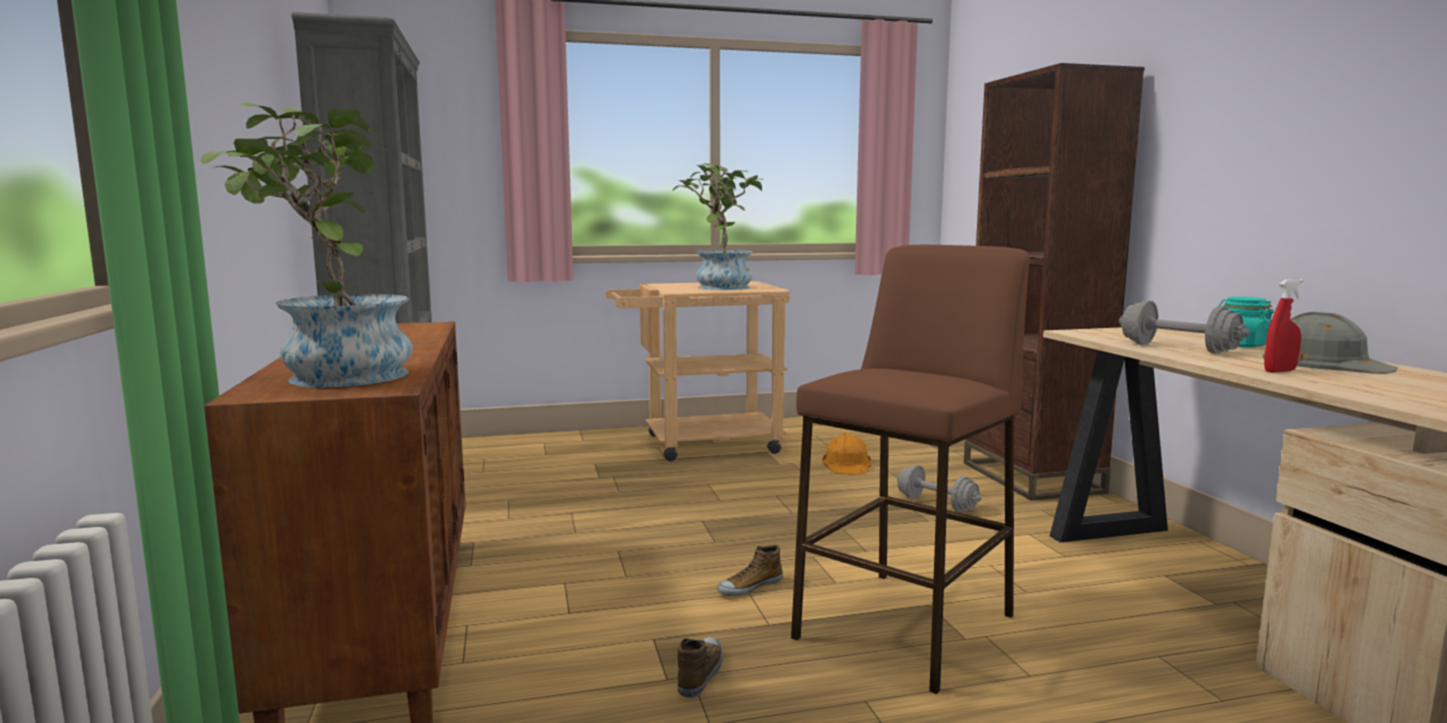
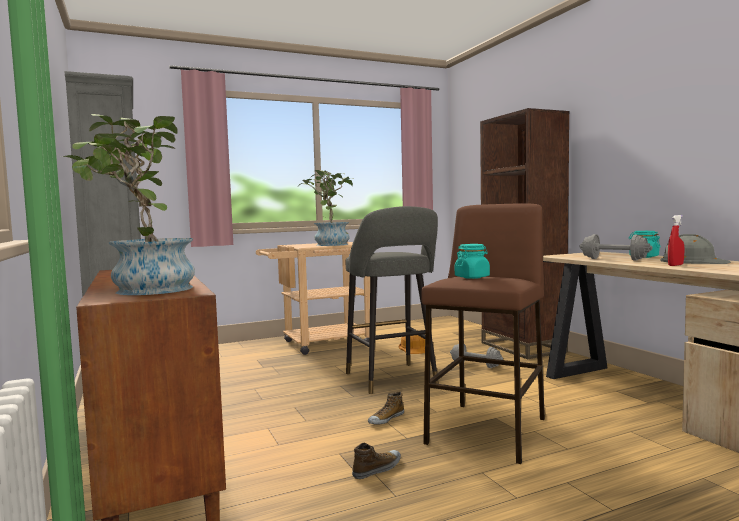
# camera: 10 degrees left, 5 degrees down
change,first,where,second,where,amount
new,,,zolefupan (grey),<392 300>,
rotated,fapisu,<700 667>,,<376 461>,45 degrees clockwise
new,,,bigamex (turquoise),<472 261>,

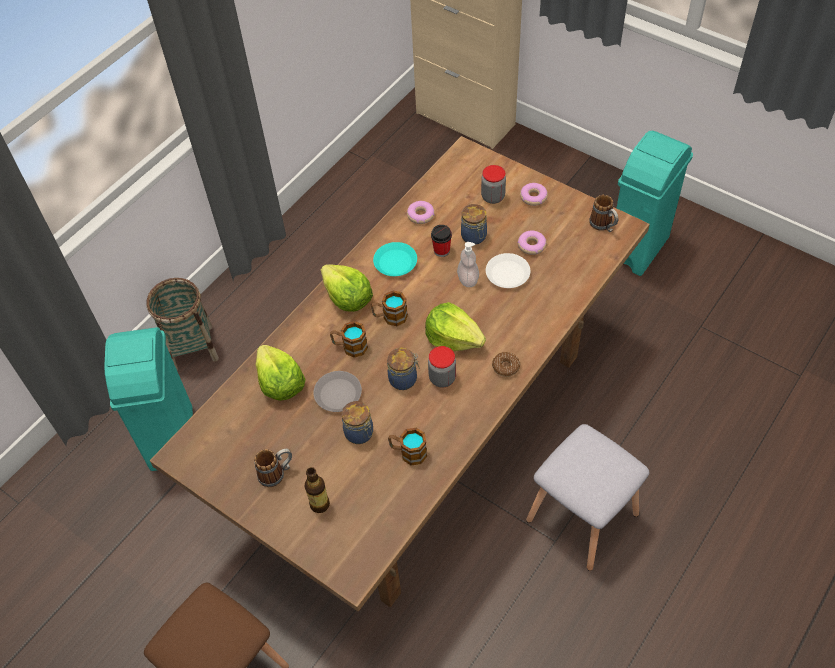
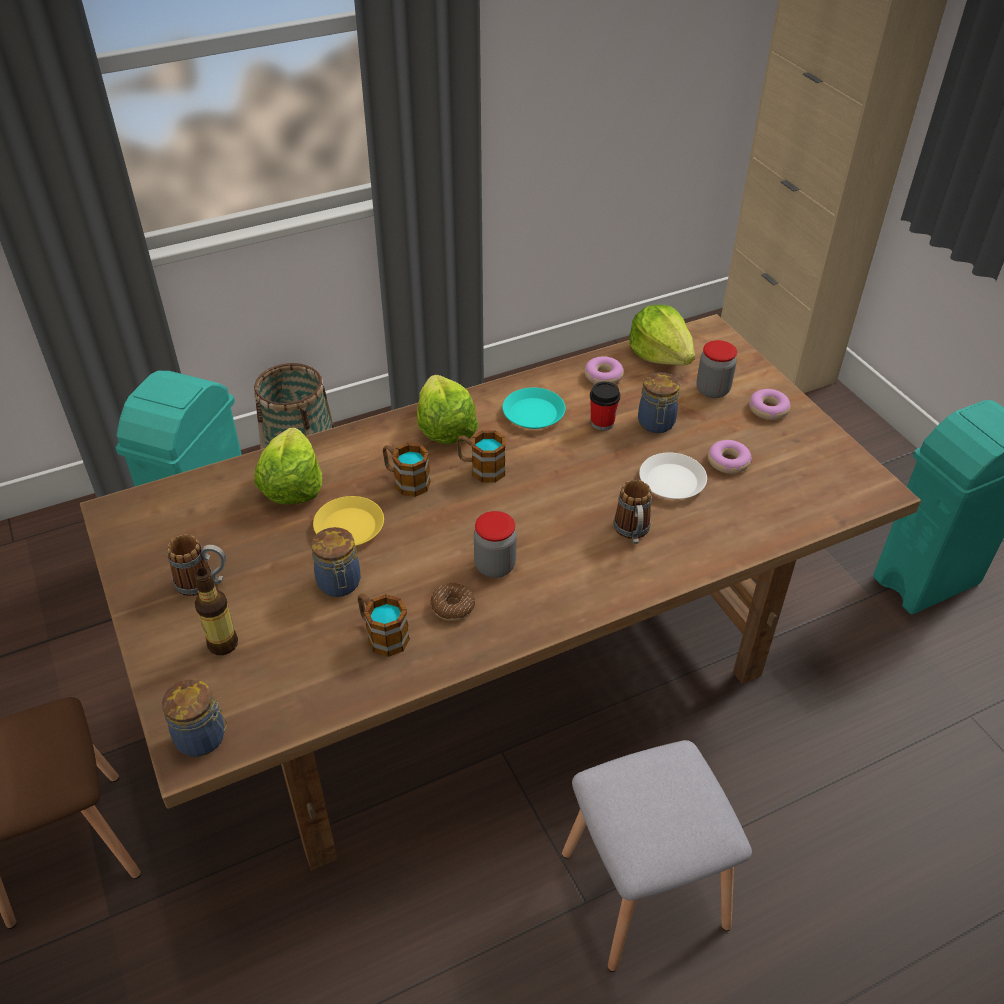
# camera: 25 degrees right, 10 degrees down
change,first,where,second,where,amount
shifted,bigamex,<403 369>,,<194 718>,
repainted,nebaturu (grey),<337 391>,nebaturu (yellow),<348 521>,
shifted,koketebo,<506 364>,,<452 602>,
shifted,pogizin,<604 213>,,<632 512>,
shifted,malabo,<455 326>,,<662 335>,
gone,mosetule,<468 264>,,,

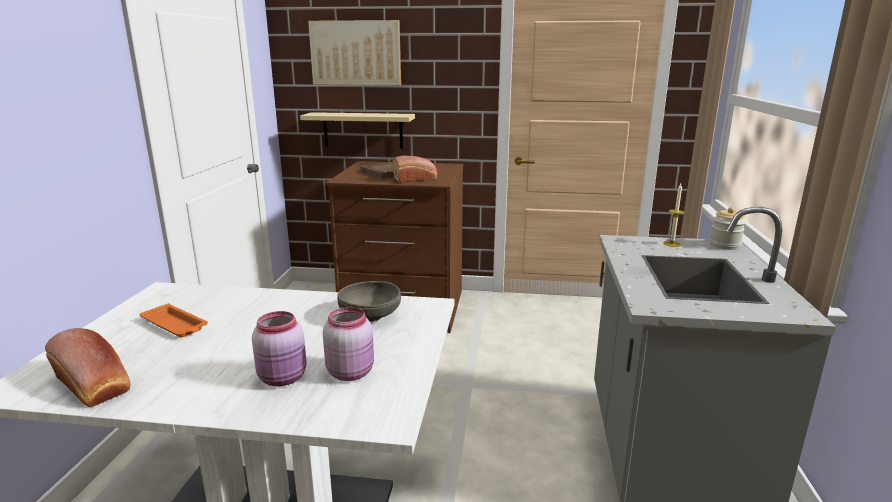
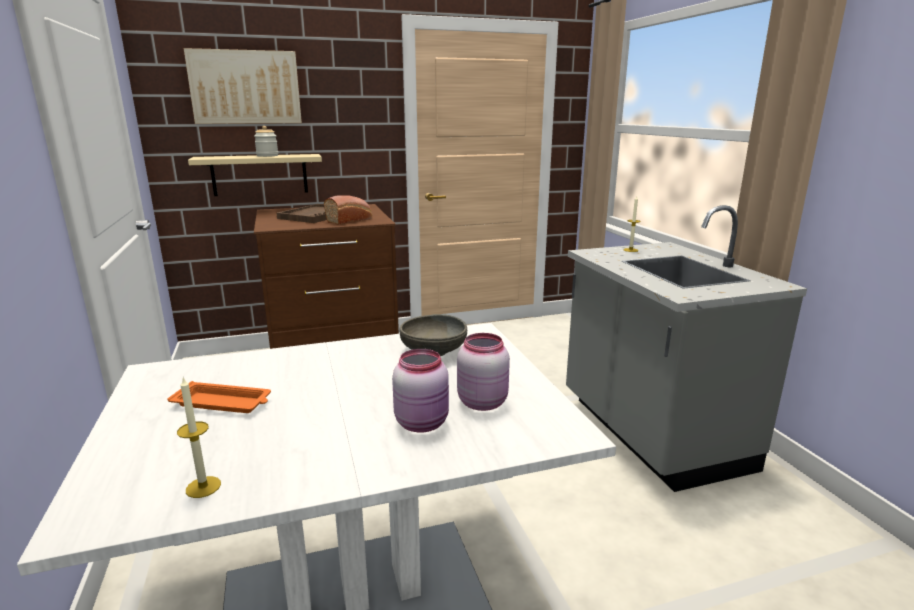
# camera: 25 degrees left, 0 degrees up
change,first,where,second,where,amount
swapped,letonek,<88 367>,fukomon,<199 438>,
shifted,bigamex,<727 228>,,<266 141>,

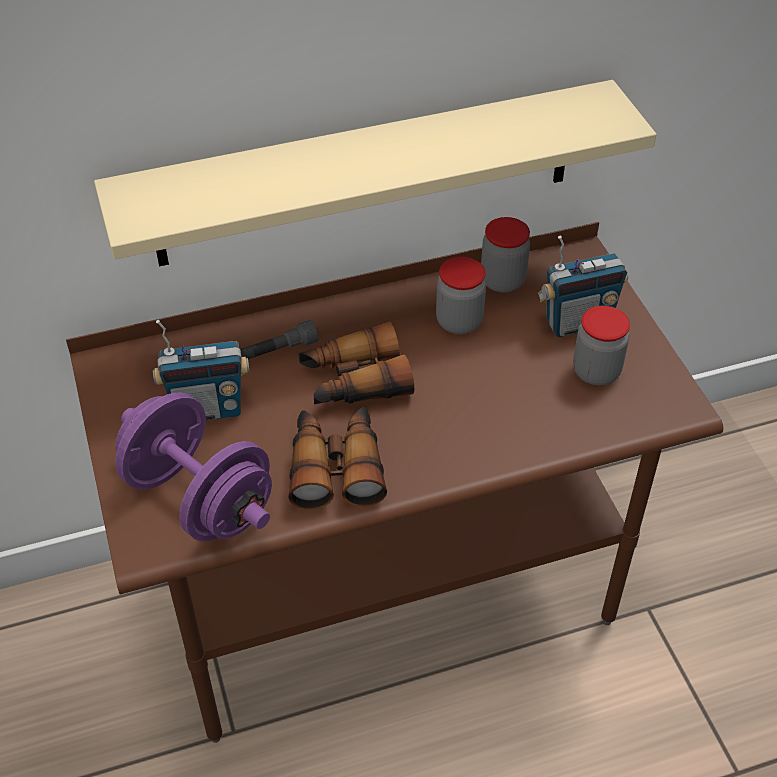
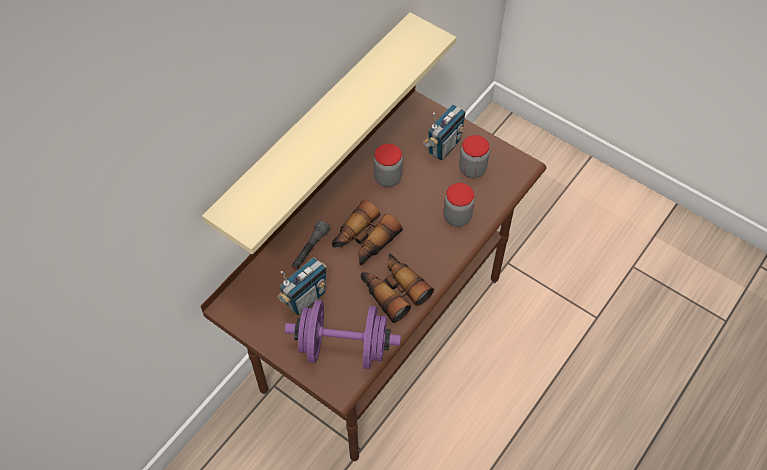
# camera: 35 degrees left, 10 degrees up
change,first,where,second,where,amount
shifted,bigamex,<505 255>,,<458 205>,

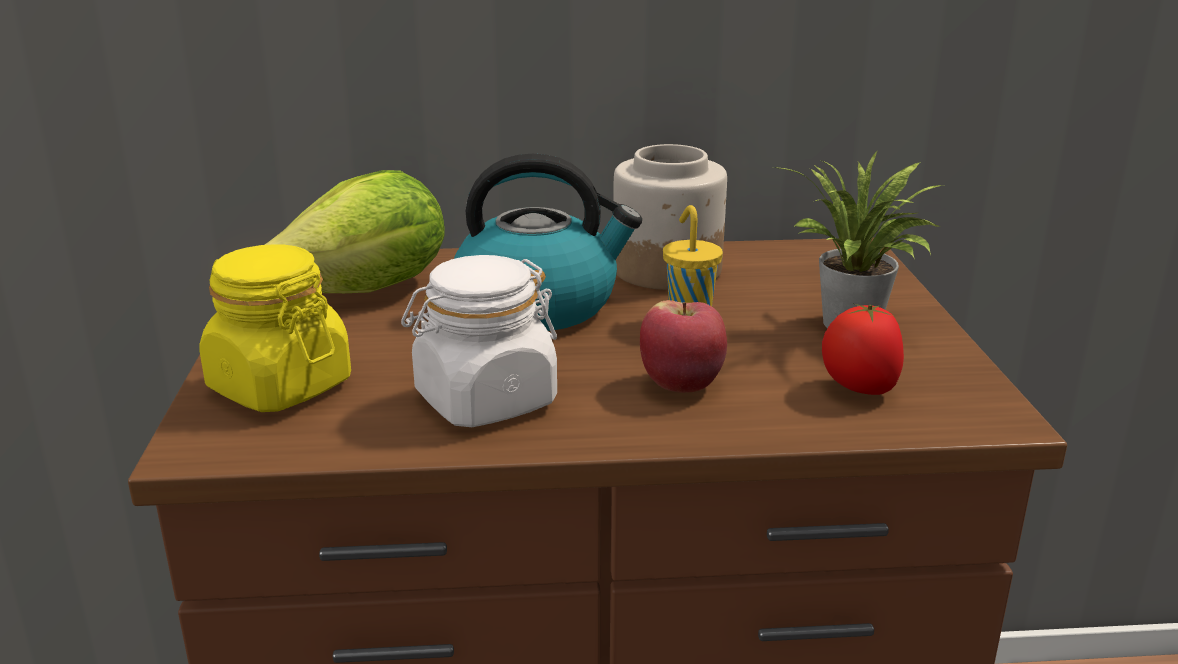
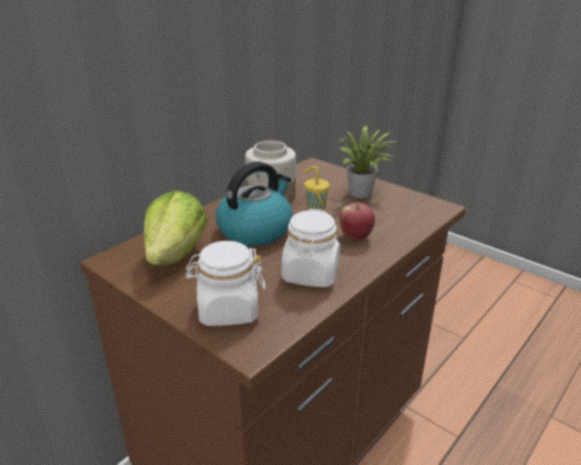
# camera: 45 degrees left, 5 degrees up
change,first,where,second,where,amount
repainted,bigamex (yellow),<275 328>,bigamex (white),<225 283>,
gone,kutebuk,<863 349>,,,

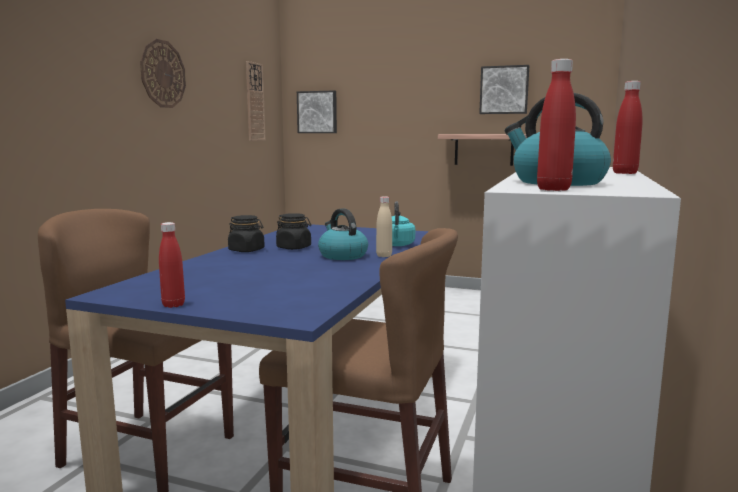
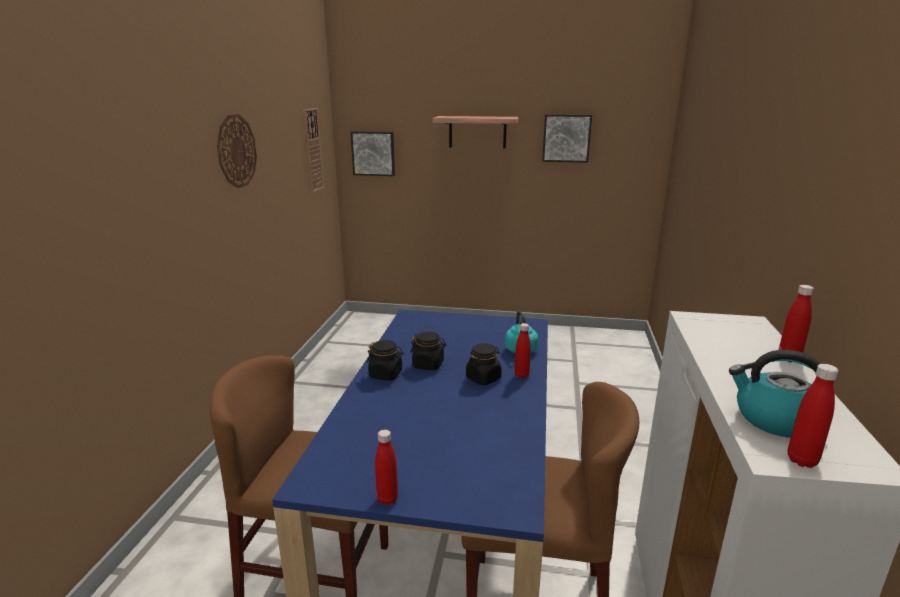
# camera: 10 degrees left, 10 degrees up
change,first,where,second,where,amount
shifted,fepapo,<482 150>,,<475 132>,
swapped,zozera,<343 234>,bigamex (black),<484 364>,
repainted,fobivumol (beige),<384 226>,fobivumol (red),<523 350>,

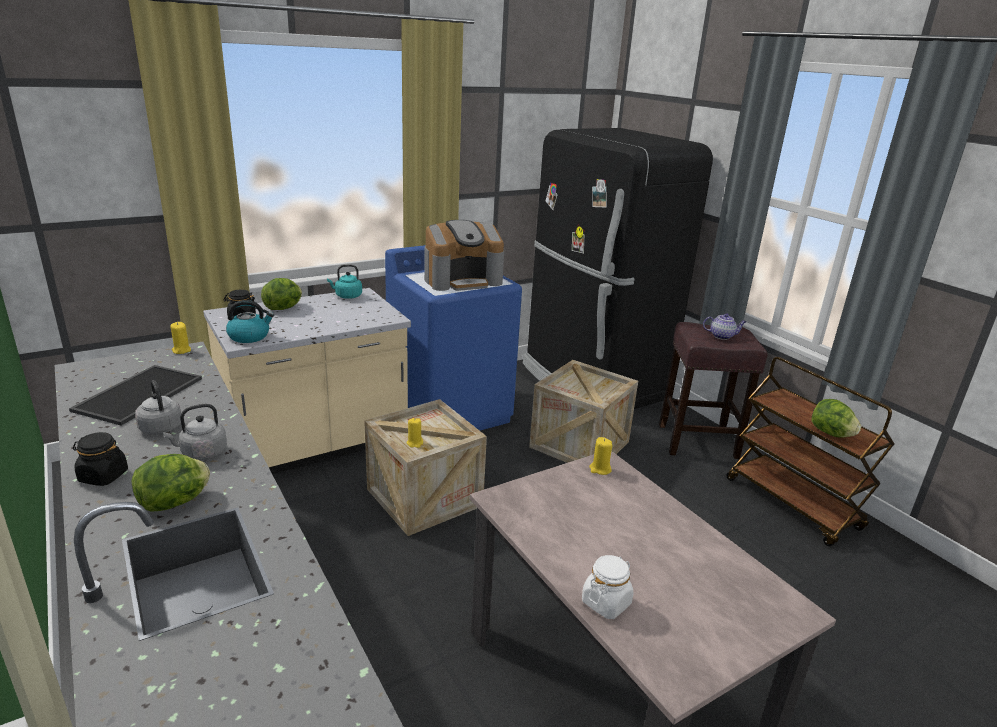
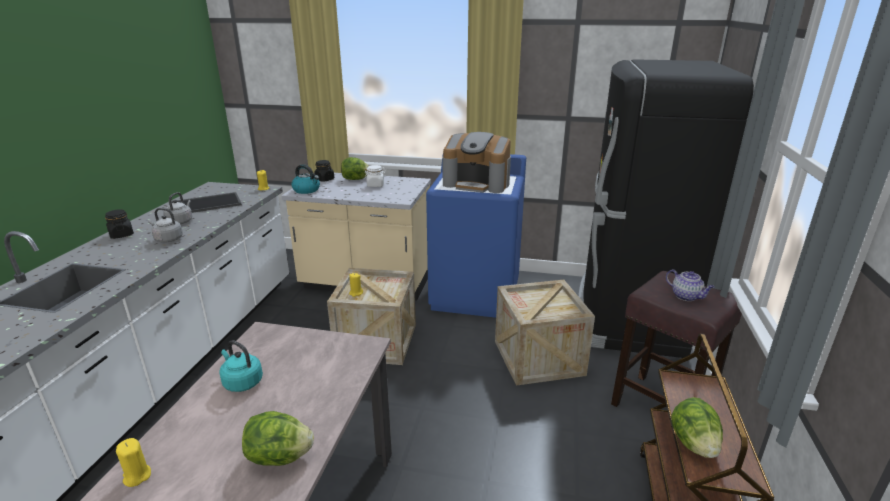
# camera: 45 degrees right, 0 degrees up
change,first,where,second,where,amount
shifted,fukomon (yellow),<601 456>,,<133 462>,
shifted,zozera (turquoise),<344 282>,,<241 366>,
shifted,malabo,<170 483>,,<278 438>,
shifted,bigamex (white),<608 587>,,<375 176>,

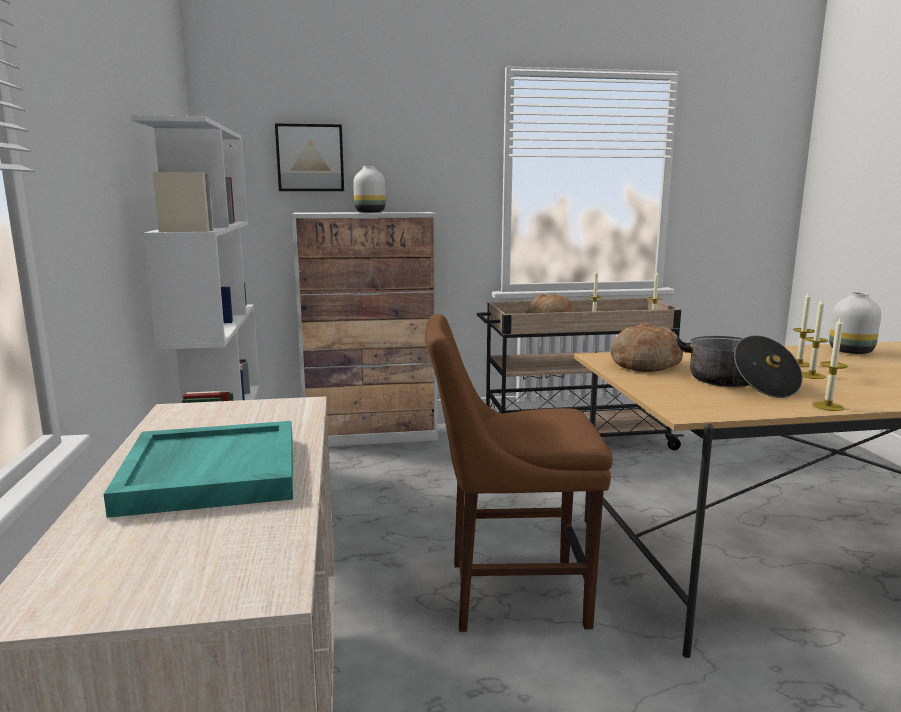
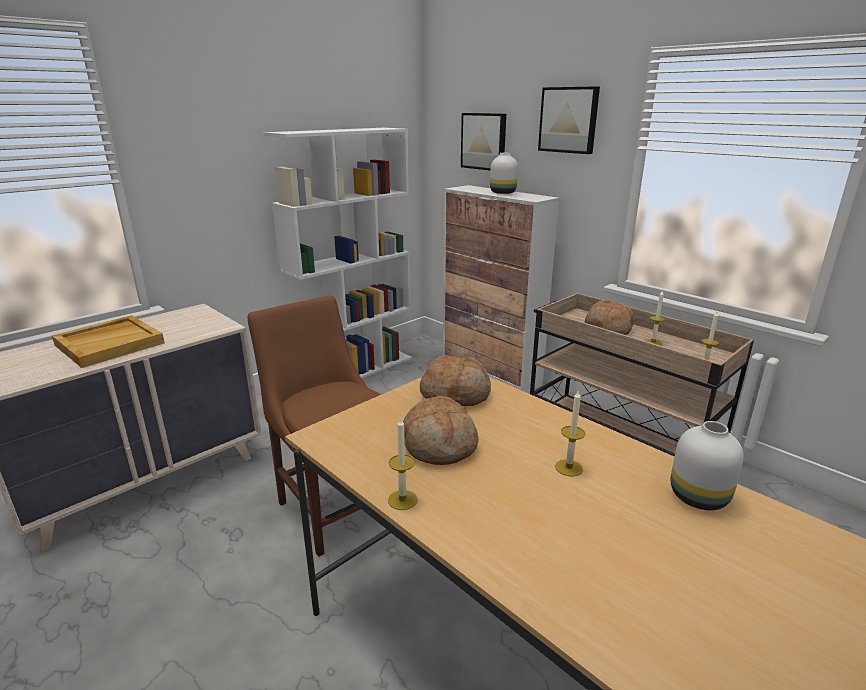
# camera: 55 degrees right, 10 degrees up
change,first,where,second,where,amount
repainted,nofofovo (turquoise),<198 469>,nofofovo (beige),<108 341>,
swapped,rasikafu,<739 366>,letonek,<441 430>,
new,,,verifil,<569 120>,
gone,fukomon,<815 339>,,,

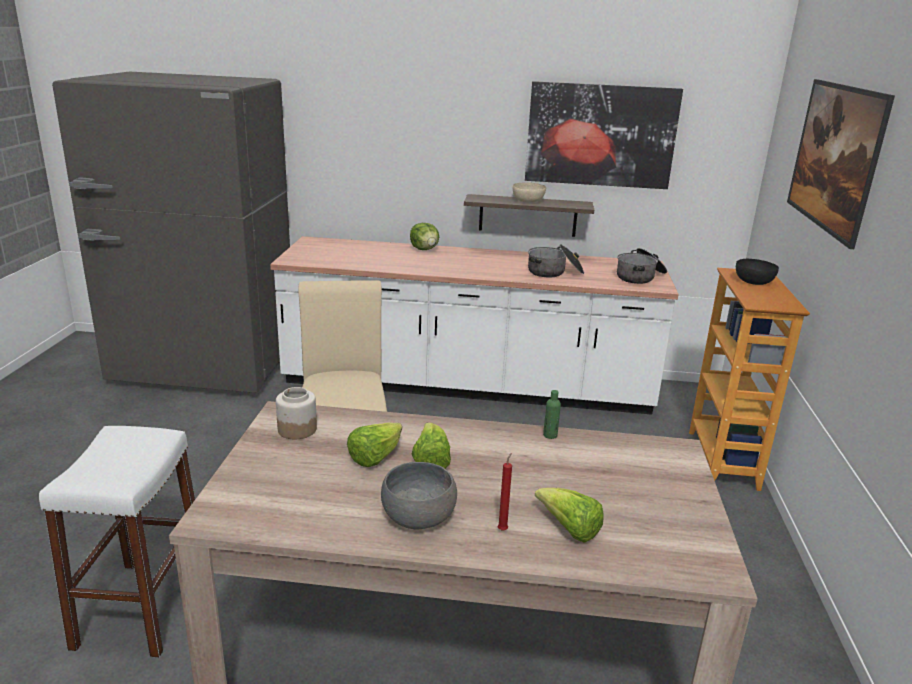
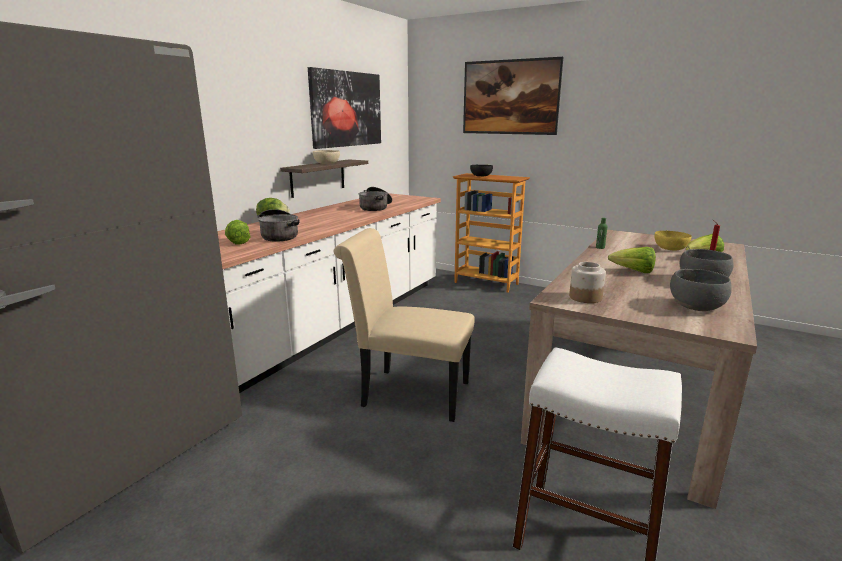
# camera: 65 degrees left, 5 degrees down
change,first,where,second,where,amount
shifted,malabo,<374 444>,,<238 232>,
shifted,rasikafu,<642 266>,,<279 225>,
new,,,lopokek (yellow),<673 240>,
new,,,lopokek (grey),<701 290>,

